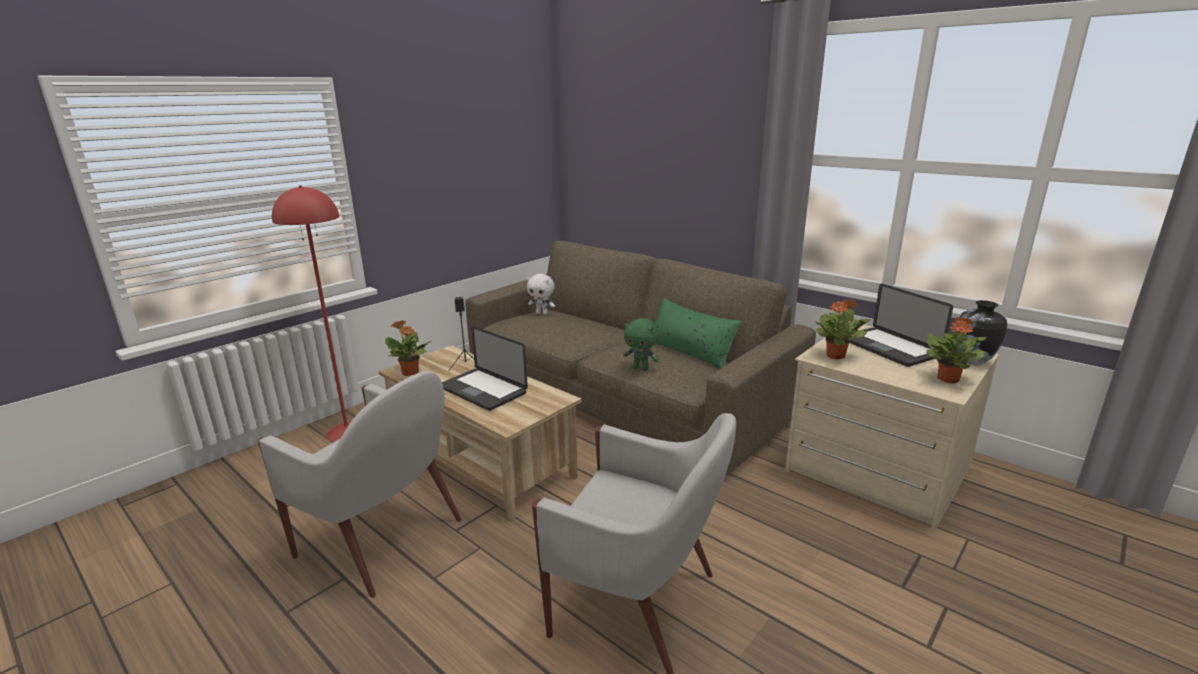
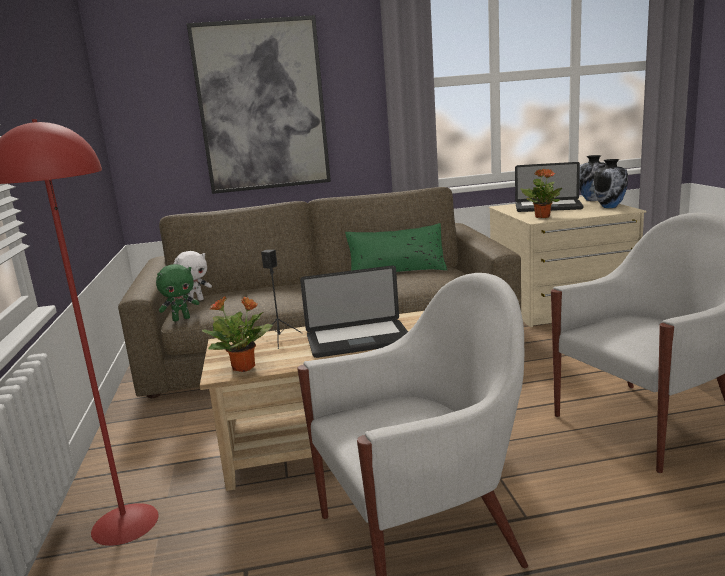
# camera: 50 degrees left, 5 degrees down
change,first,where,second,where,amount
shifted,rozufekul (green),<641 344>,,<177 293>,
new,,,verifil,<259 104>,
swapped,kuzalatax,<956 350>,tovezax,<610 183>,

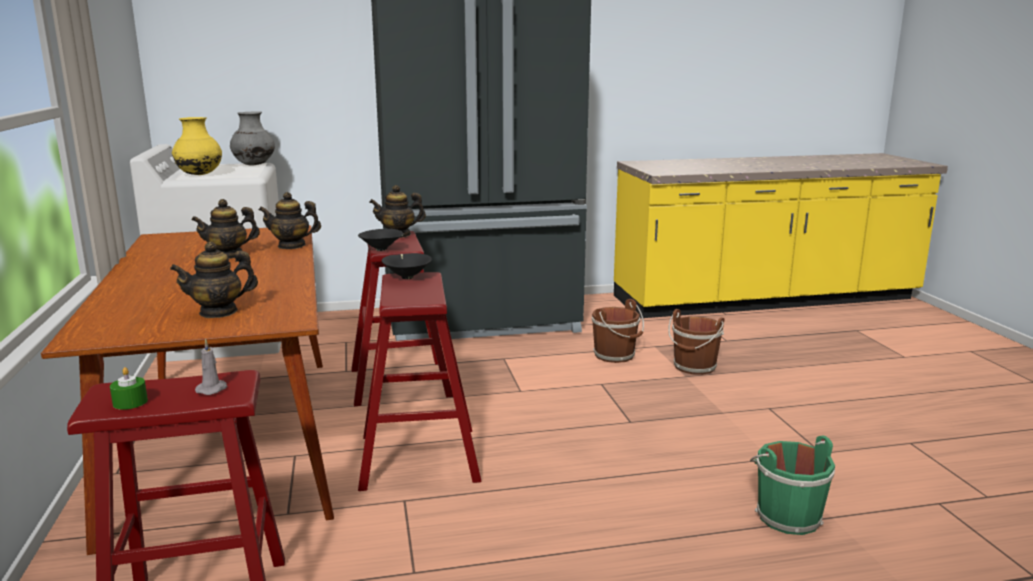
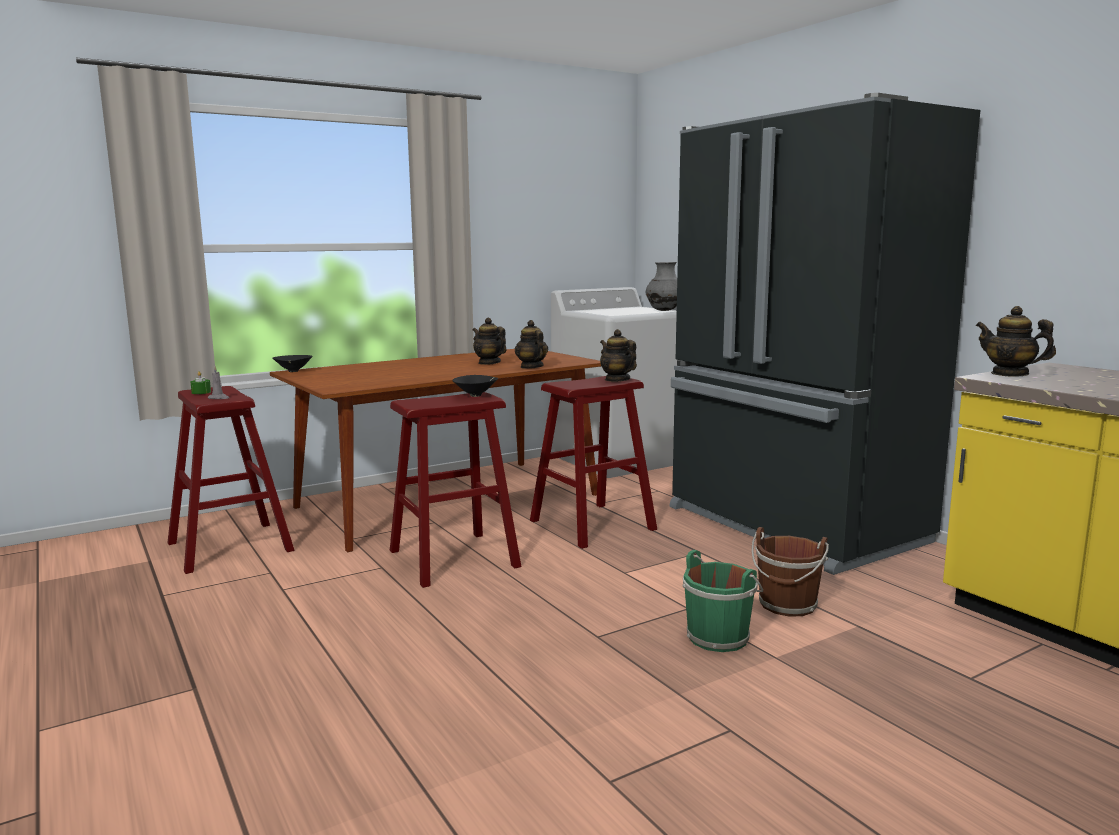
# camera: 70 degrees right, 5 degrees down
change,first,where,second,where,amount
shifted,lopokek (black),<381 240>,,<292 363>,
shifted,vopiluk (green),<792 485>,,<723 601>,
shifted,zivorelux,<214 280>,,<1016 341>,
gone,tovezax (yellow),<197 146>,,,
gone,vopiluk (brown),<696 342>,,,

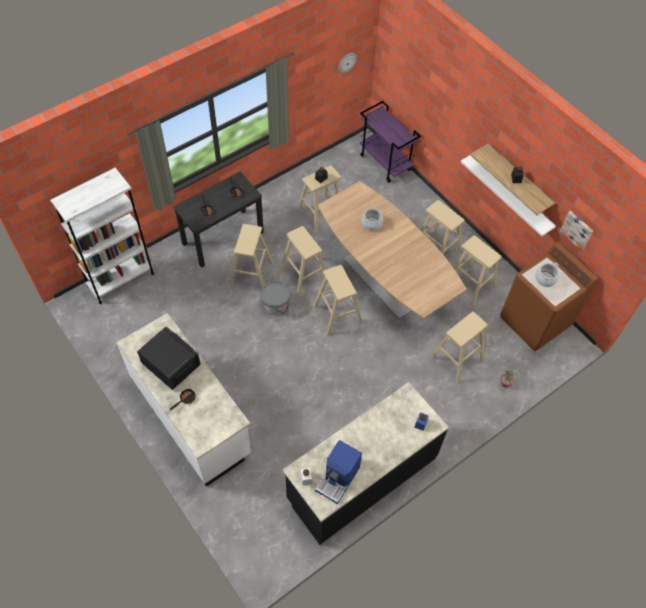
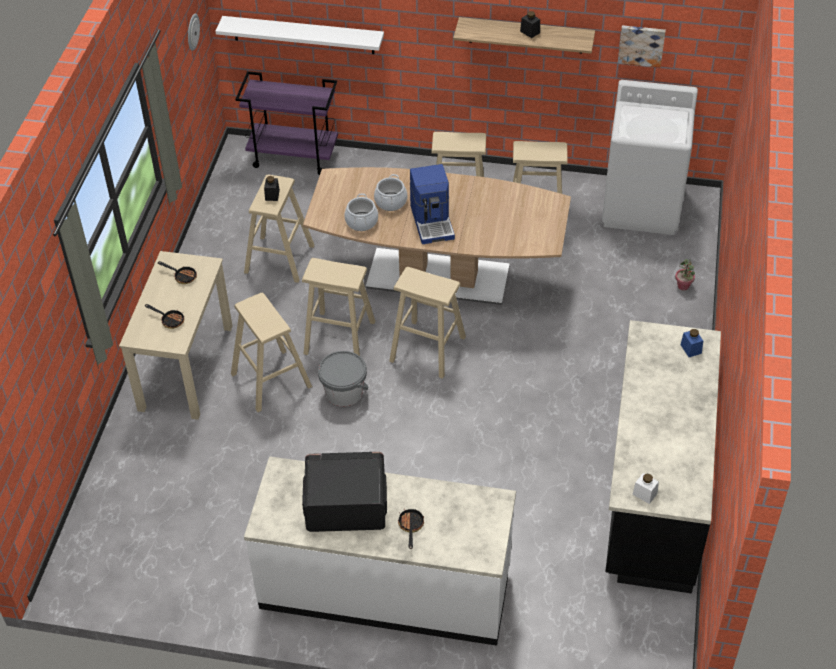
# camera: 40 degrees left, 10 degrees down
change,first,where,second,where,amount
repainted,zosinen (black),<218 219>,zosinen (beige),<175 335>,
shifted,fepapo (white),<508 195>,,<299 35>,
shifted,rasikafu,<547 275>,,<361 212>,
shifted,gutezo,<338 472>,,<432 204>,
repainted,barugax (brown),<549 296>,barugax (white),<650 157>,
gone,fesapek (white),<102 236>,,,
gone,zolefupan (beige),<459 347>,,,

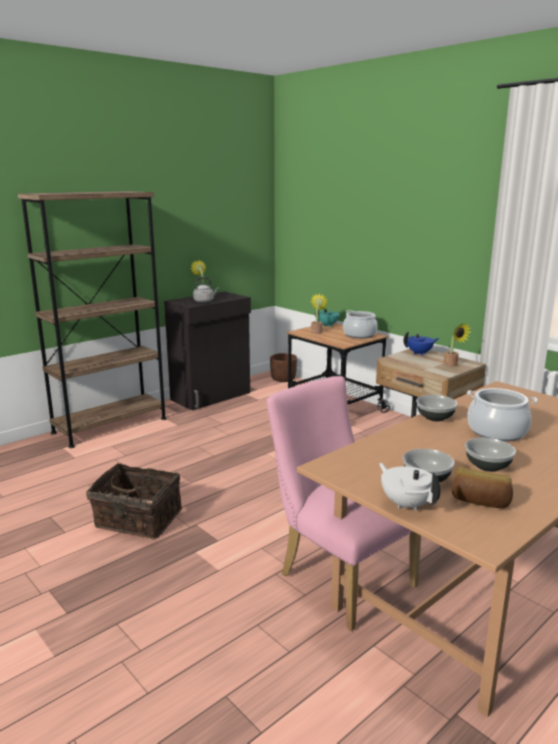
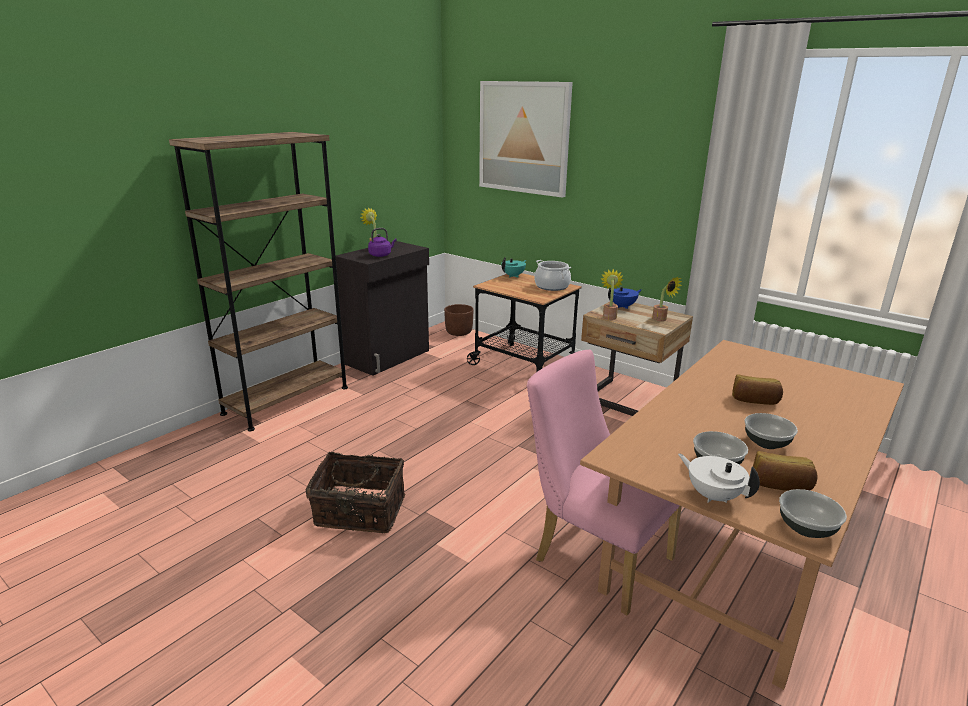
# camera: 10 degrees left, 5 degrees up
change,first,where,second,where,amount
repainted,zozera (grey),<206 290>,zozera (purple),<382 242>,
new,,,verifil,<526 139>,
shifted,kuzalatax,<319 313>,,<612 294>,
swapped,rasikafu,<502 414>,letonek,<757 389>,
shifted,lopokek,<437 408>,,<813 513>,

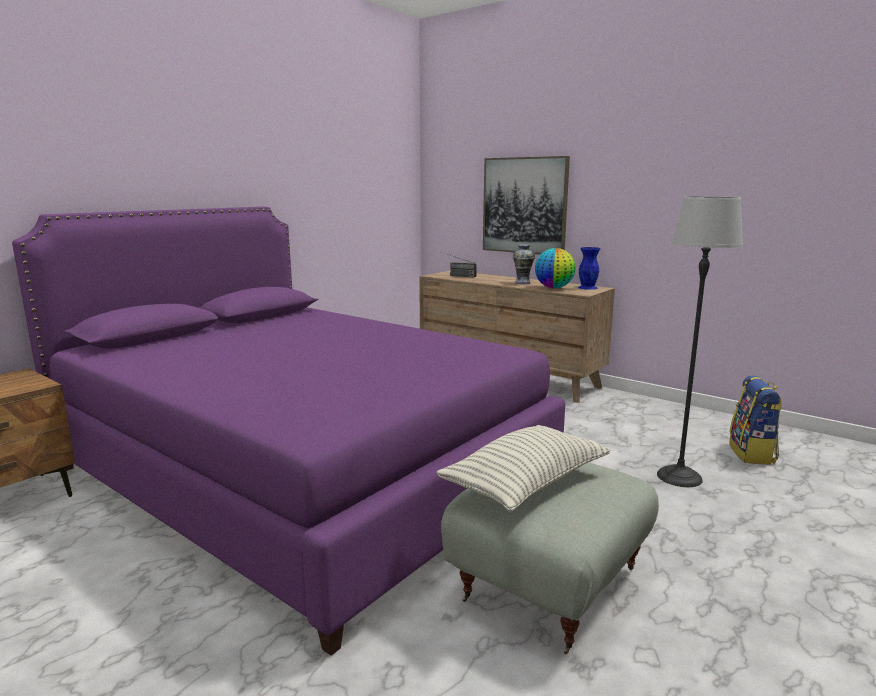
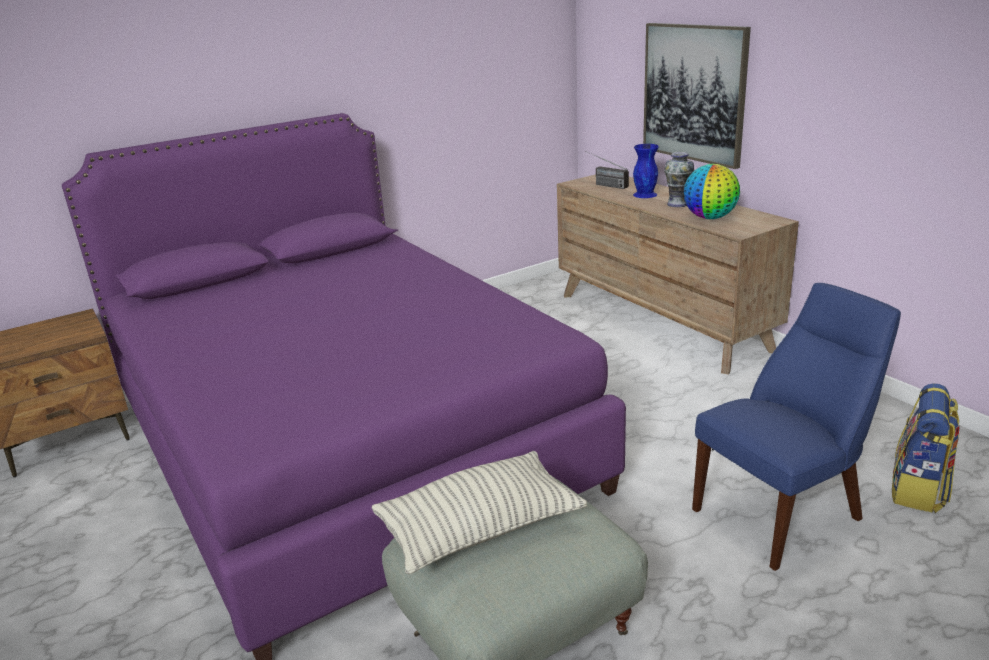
# camera: 20 degrees right, 10 degrees up
change,first,where,second,where,amount
shifted,tovezax (blue),<589 268>,,<646 171>,
swapped,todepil,<700 342>,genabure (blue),<796 427>,

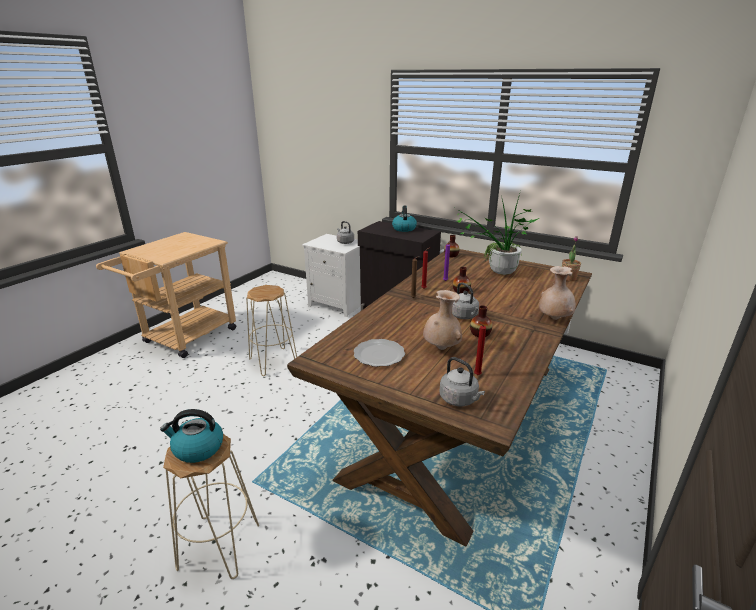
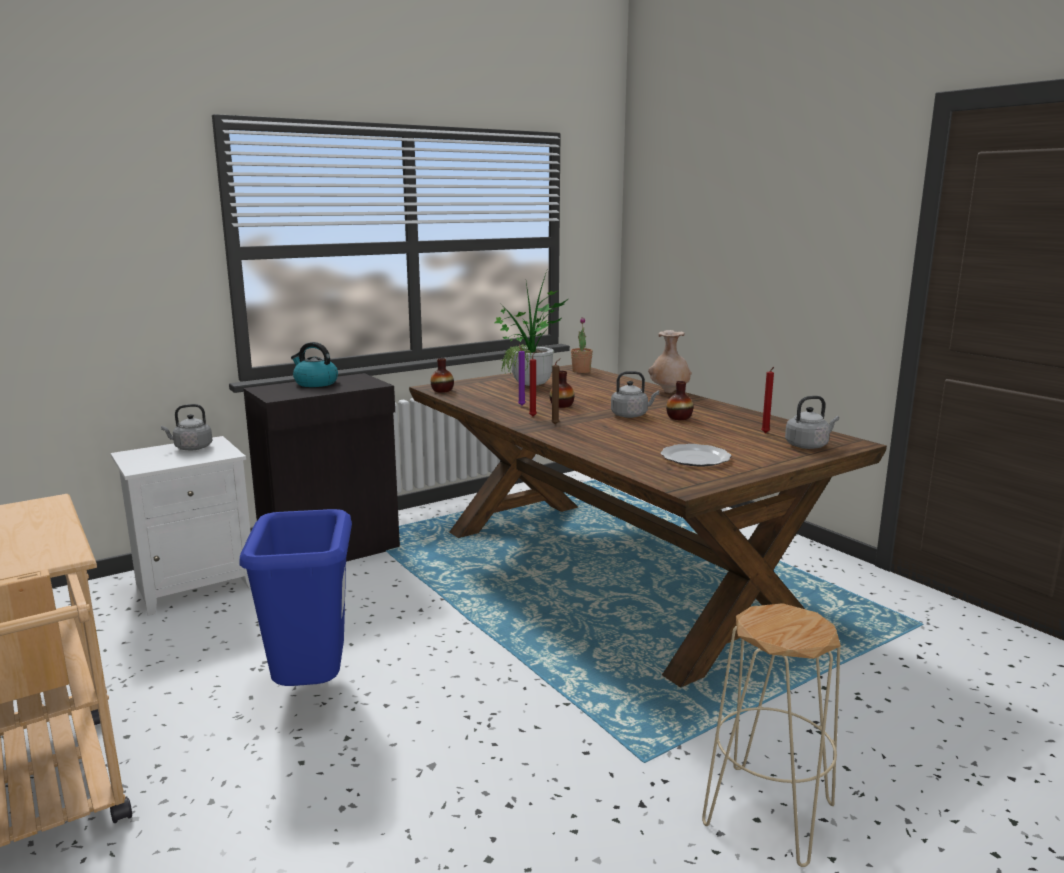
# camera: 65 degrees left, 10 degrees down
change,first,where,second,where,amount
swapped,zolefupan (beige),<271 330>,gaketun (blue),<295 597>,
gone,zozera,<191 436>,,,
gone,tovezax (beige),<442 320>,,,

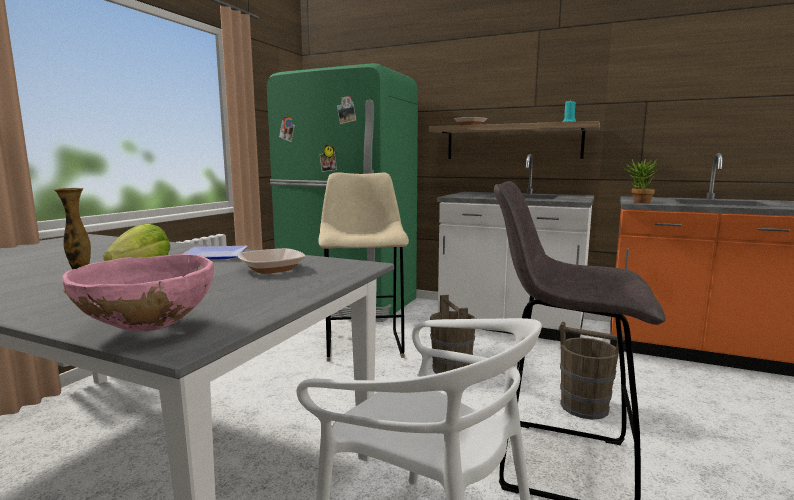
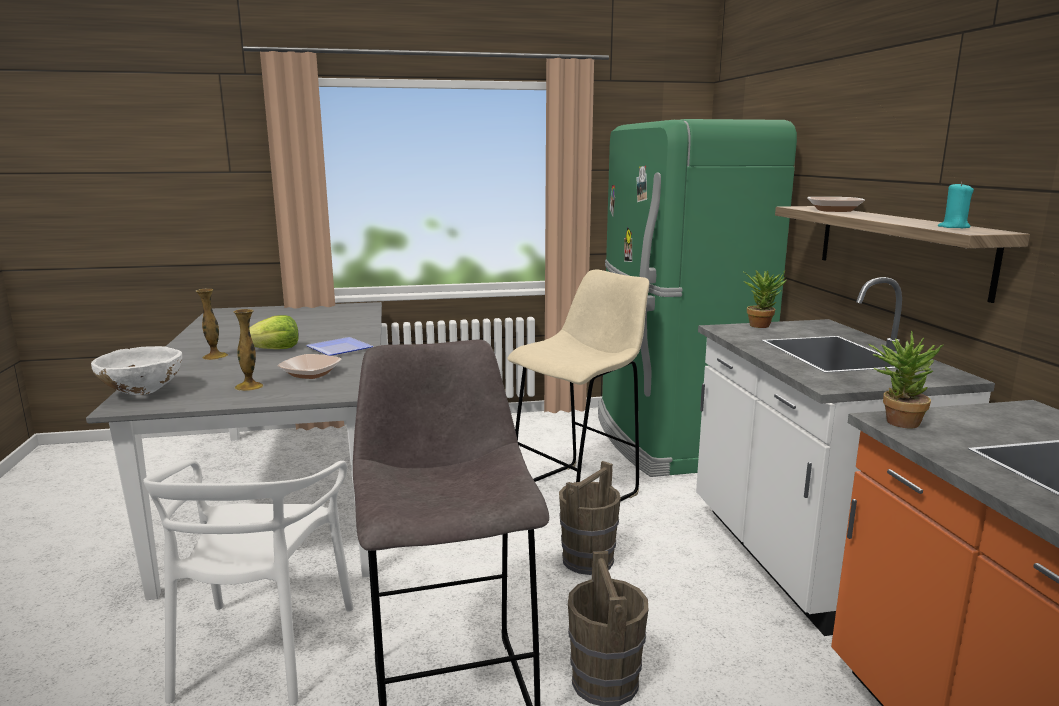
# camera: 55 degrees right, 5 degrees up
change,first,where,second,where,amount
repainted,lopokek (pink),<138 293>,lopokek (white),<136 370>,
new,,,tovezax,<248 350>,
new,,,kuzalatax,<765 299>,

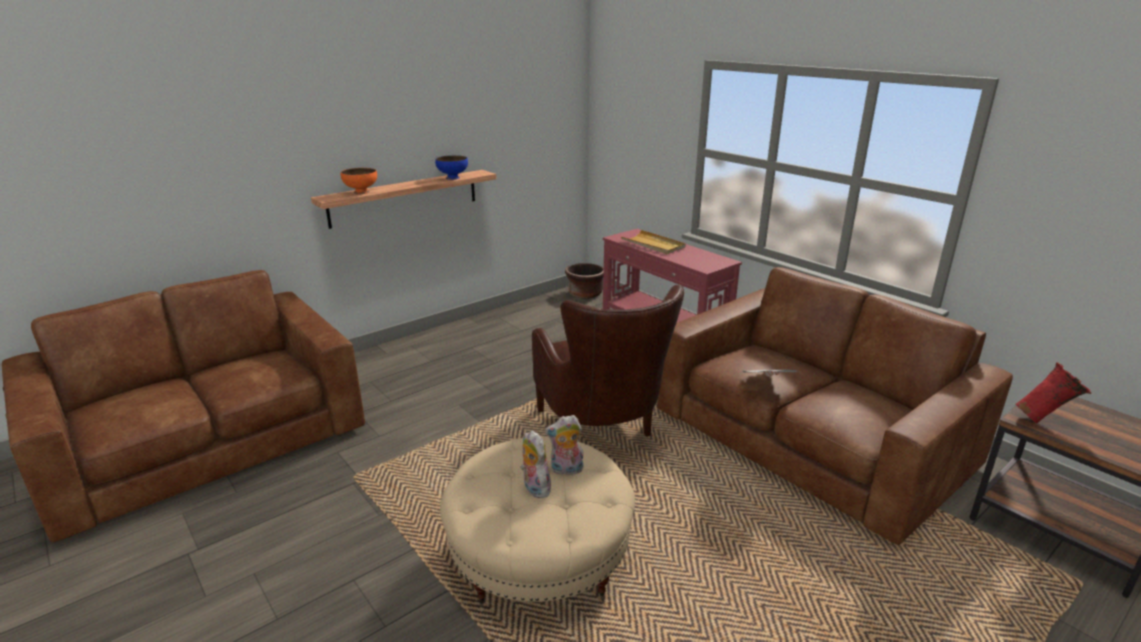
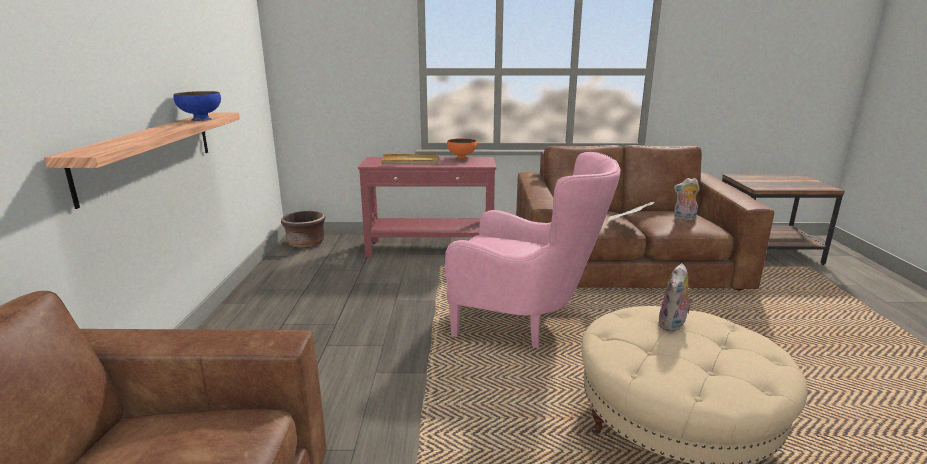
# camera: 50 degrees left, 5 degrees down
change,first,where,second,where,amount
repainted,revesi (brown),<608 361>,revesi (pink),<533 250>,
shifted,lopokek (orange),<359 181>,,<462 149>,
shifted,rozufekul,<535 464>,,<686 199>,
gone,tovezax (red),<1053 393>,,,

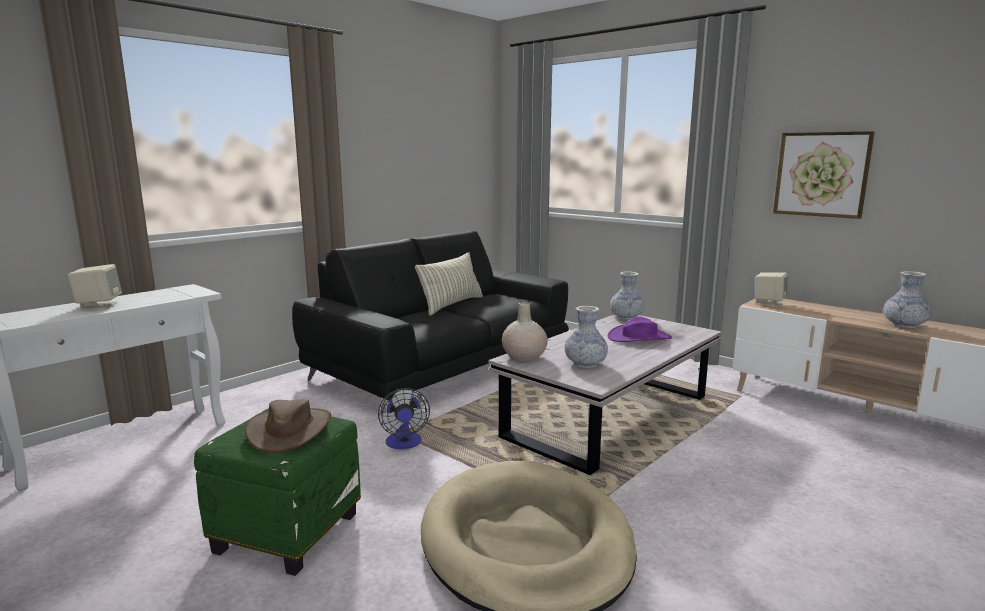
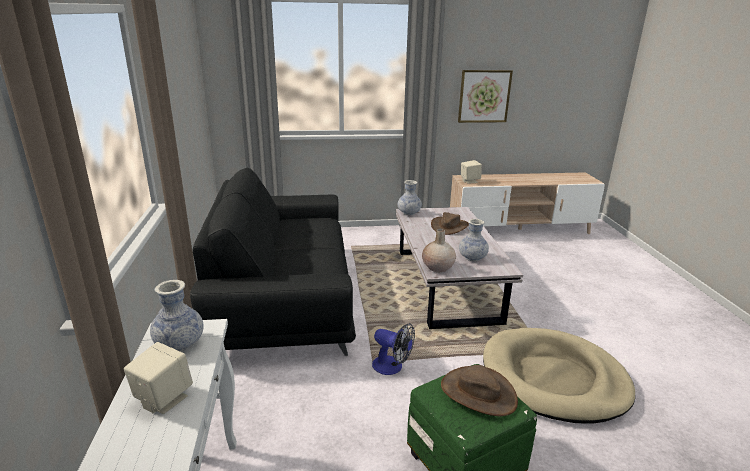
# camera: 50 degrees left, 10 degrees up
change,first,where,second,where,amount
shifted,tovezax,<907 299>,,<176 316>,
repainted,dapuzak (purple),<640 329>,dapuzak (brown),<450 223>,
gone,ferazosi,<449 284>,,,

